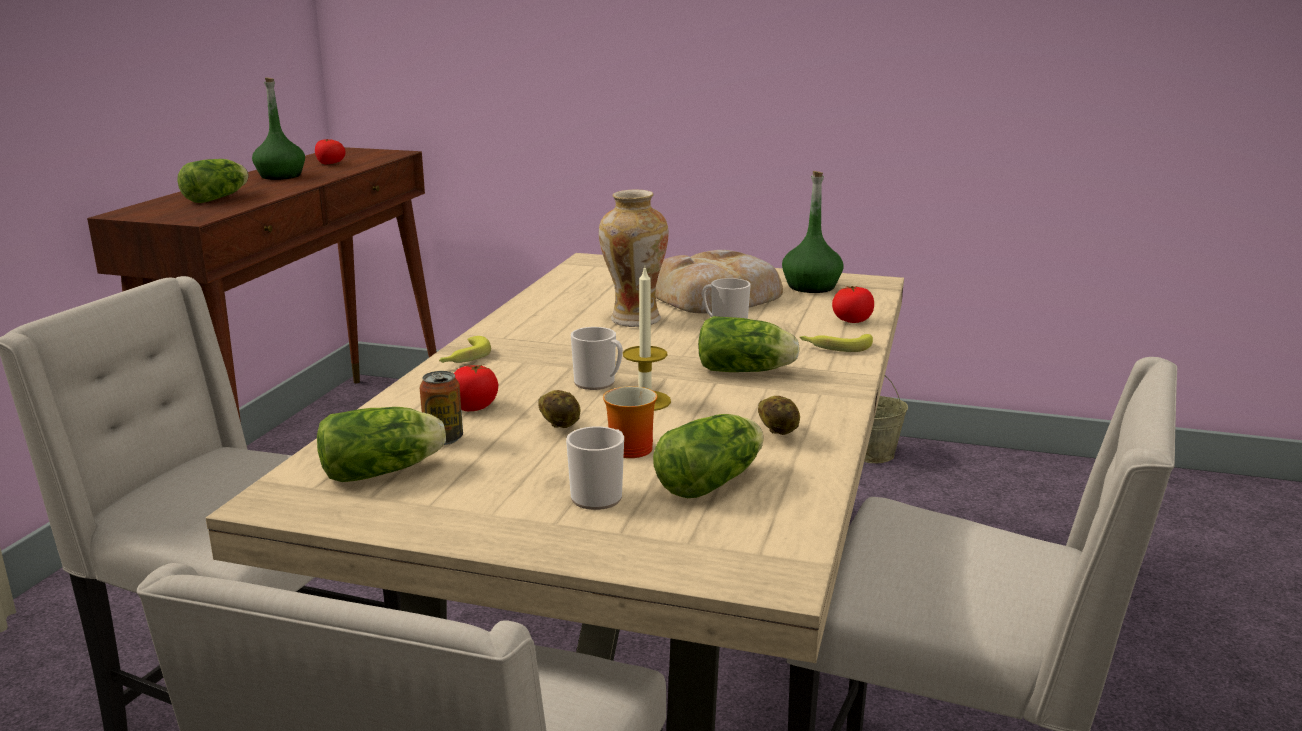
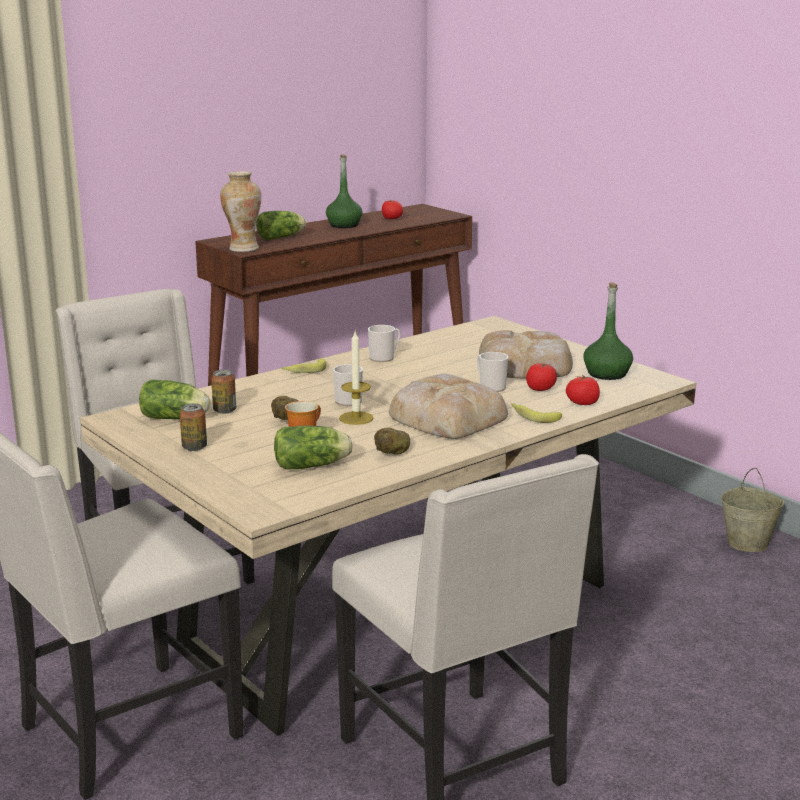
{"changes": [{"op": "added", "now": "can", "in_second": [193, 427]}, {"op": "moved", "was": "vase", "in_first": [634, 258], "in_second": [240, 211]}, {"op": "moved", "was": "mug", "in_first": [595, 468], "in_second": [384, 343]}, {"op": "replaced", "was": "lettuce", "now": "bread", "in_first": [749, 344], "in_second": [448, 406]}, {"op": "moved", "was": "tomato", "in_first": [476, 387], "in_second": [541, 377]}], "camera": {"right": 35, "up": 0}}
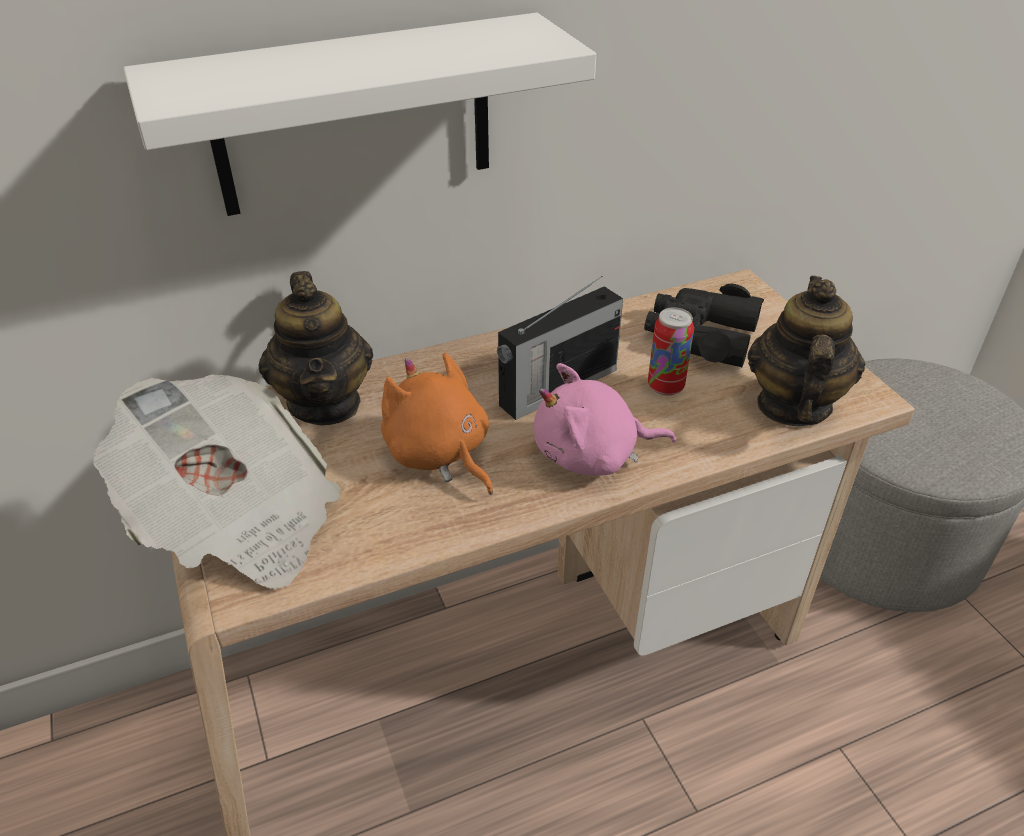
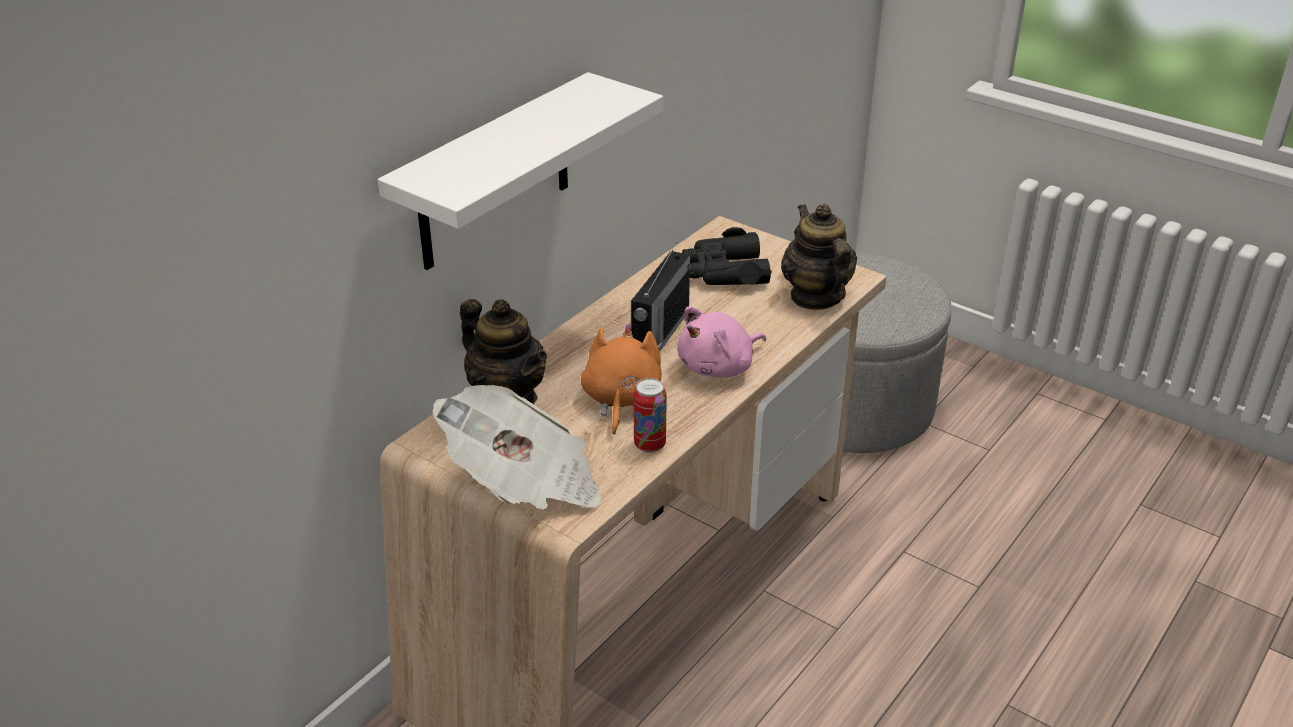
{"changes": [{"op": "turned", "was": "orange plush toy", "in_first": [437, 424], "in_second": [621, 379], "clockwise": 75}, {"op": "moved", "was": "can", "in_first": [671, 351], "in_second": [650, 415]}], "camera": {"right": -30, "up": -5}}
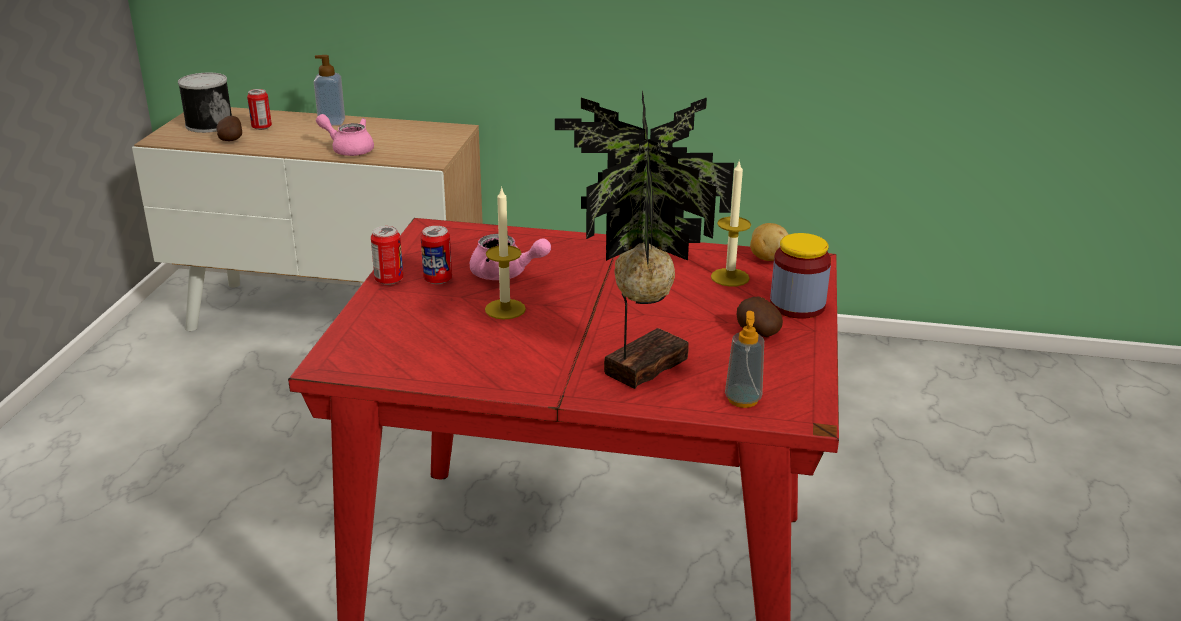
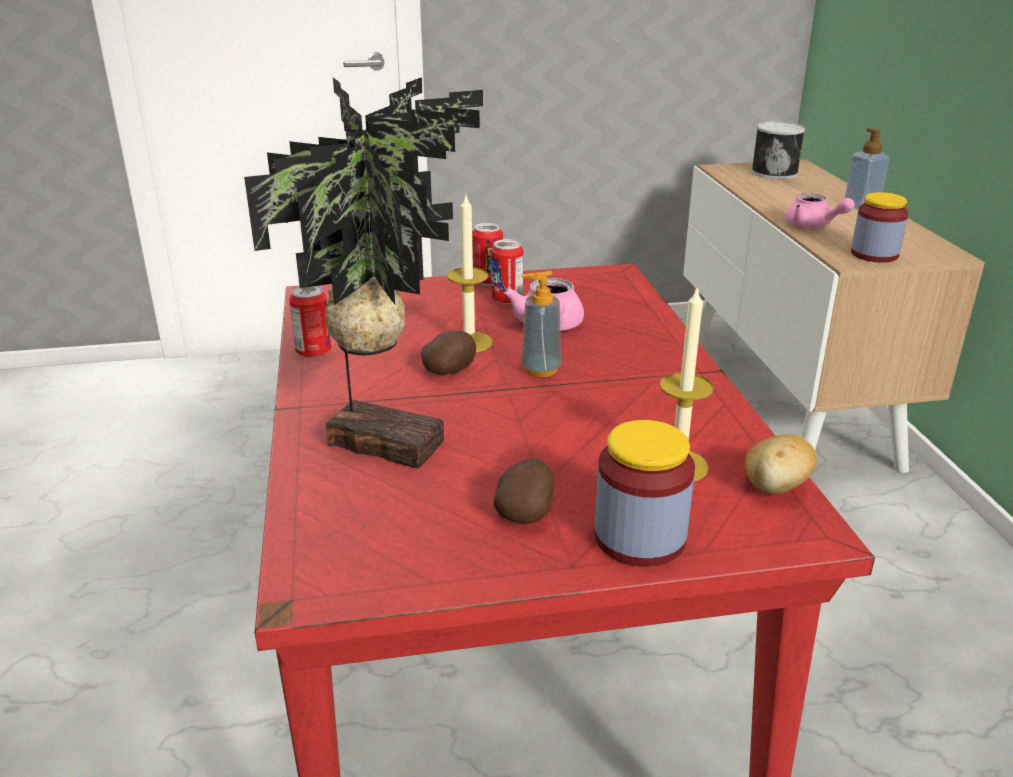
{"changes": [{"op": "moved", "was": "can", "in_first": [259, 109], "in_second": [310, 322]}, {"op": "moved", "was": "potato", "in_first": [229, 128], "in_second": [448, 352]}, {"op": "moved", "was": "soap dispenser", "in_first": [744, 359], "in_second": [541, 324]}, {"op": "turned", "was": "pink teapot", "in_first": [345, 135], "in_second": [820, 210], "clockwise": 135}, {"op": "added", "now": "jar", "in_second": [879, 227]}], "camera": {"right": 70, "up": 0}}
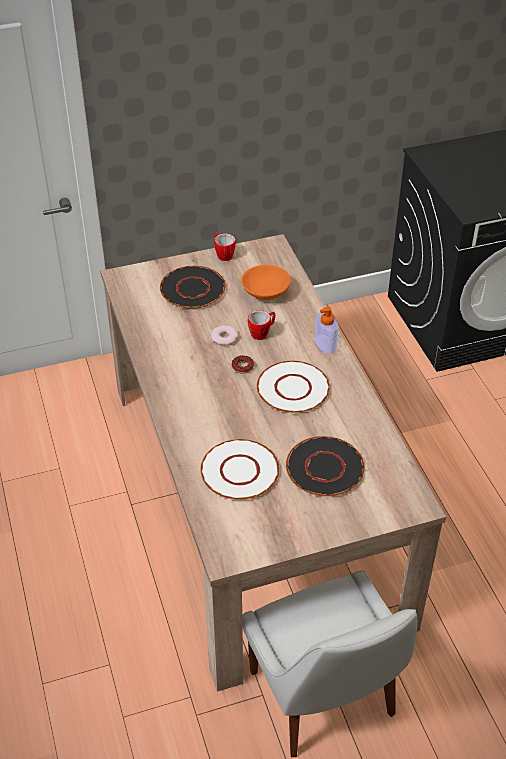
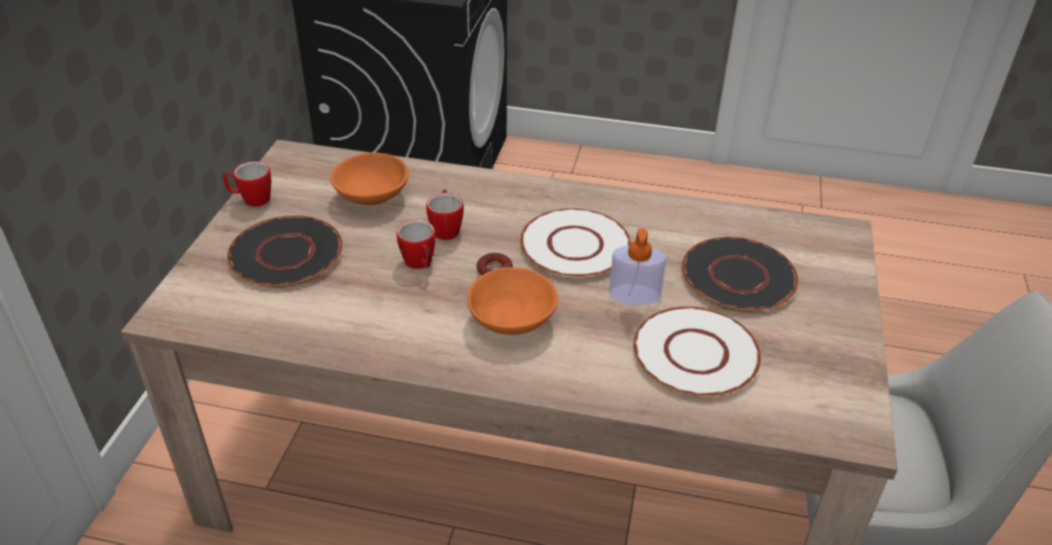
{"changes": [{"op": "replaced", "was": "donut", "now": "mug", "in_first": [225, 335], "in_second": [416, 244]}, {"op": "added", "now": "orange bowl", "in_second": [512, 301]}, {"op": "moved", "was": "soap dispenser", "in_first": [327, 330], "in_second": [637, 267]}], "camera": {"right": -60, "up": -5}}
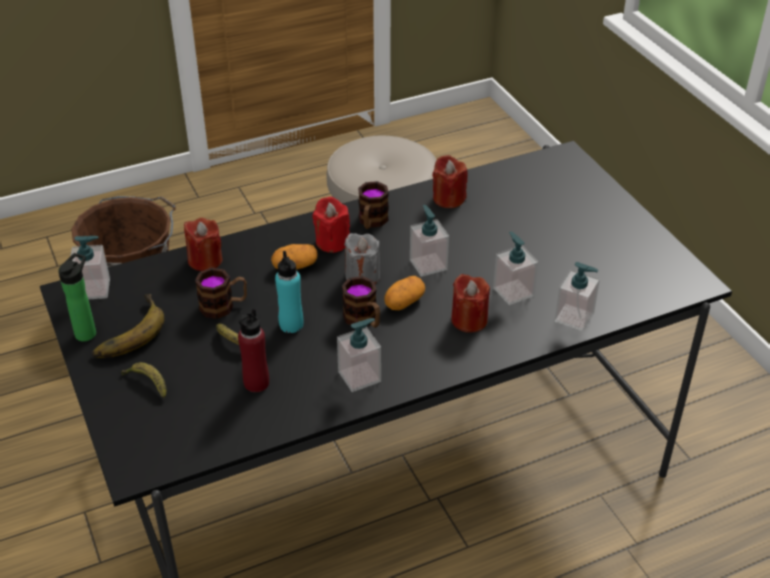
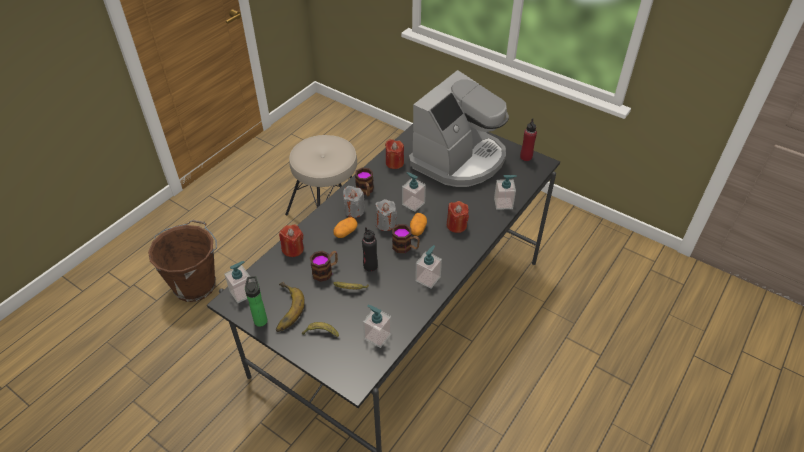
{"changes": [{"op": "recoloured", "was": "red candle", "now": "grey candle", "in_first": [331, 225], "in_second": [354, 202]}, {"op": "recoloured", "was": "turquoise bottle", "now": "black bottle", "in_first": [289, 292], "in_second": [370, 249]}, {"op": "moved", "was": "soap dispenser", "in_first": [515, 268], "in_second": [377, 326]}, {"op": "added", "now": "coffee machine", "in_second": [459, 128]}, {"op": "moved", "was": "red bottle", "in_first": [253, 350], "in_second": [528, 139]}], "camera": {"right": -30, "up": 5}}
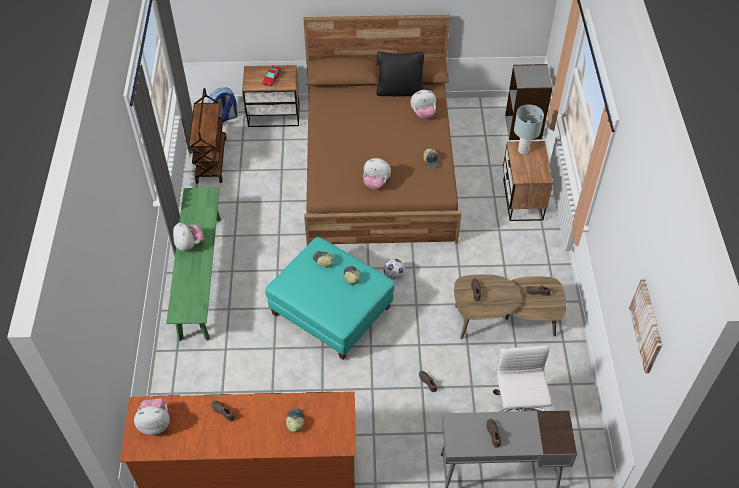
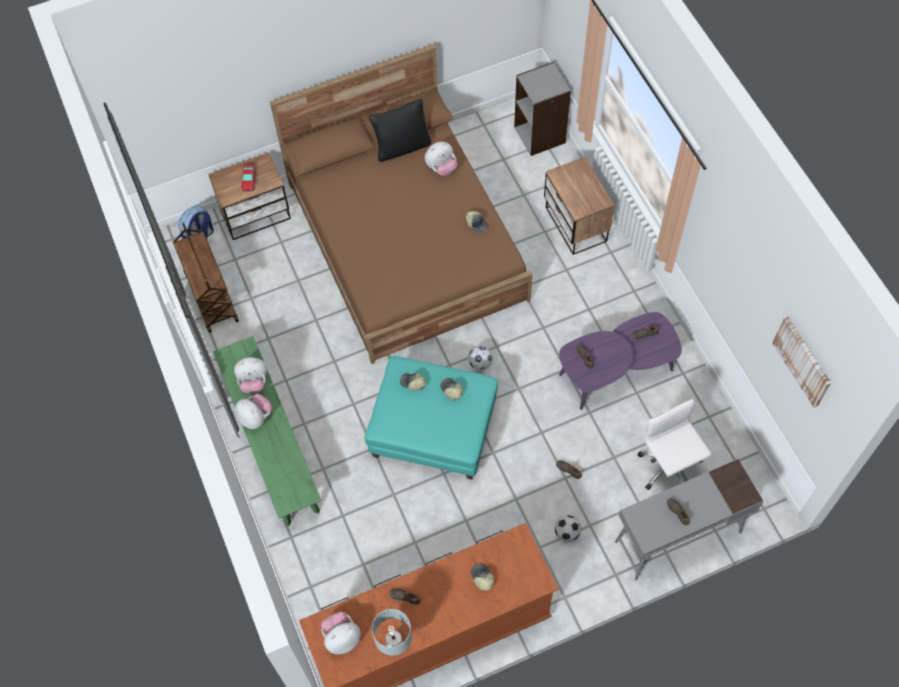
{"changes": [{"op": "moved", "was": "plush toy", "in_first": [377, 174], "in_second": [250, 375]}, {"op": "moved", "was": "grey table lamp", "in_first": [529, 129], "in_second": [392, 632]}, {"op": "added", "now": "football", "in_second": [568, 528]}, {"op": "recoloured", "was": "brown coffee table", "now": "purple coffee table", "in_first": [510, 306], "in_second": [620, 361]}], "camera": {"right": -20, "up": 10}}
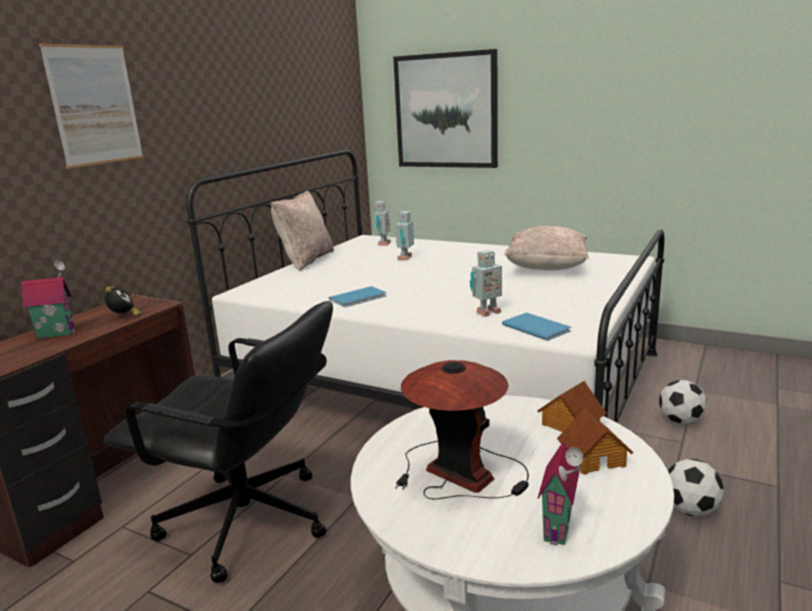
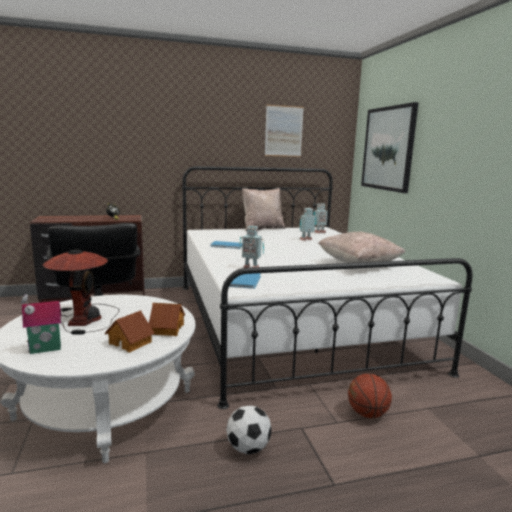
{"changes": [{"op": "moved", "was": "picture", "in_first": [91, 106], "in_second": [284, 131]}, {"op": "replaced", "was": "football", "now": "basketball", "in_first": [683, 402], "in_second": [370, 395]}, {"op": "removed", "was": "toy house", "in_first": [48, 299]}], "camera": {"right": 45, "up": -5}}
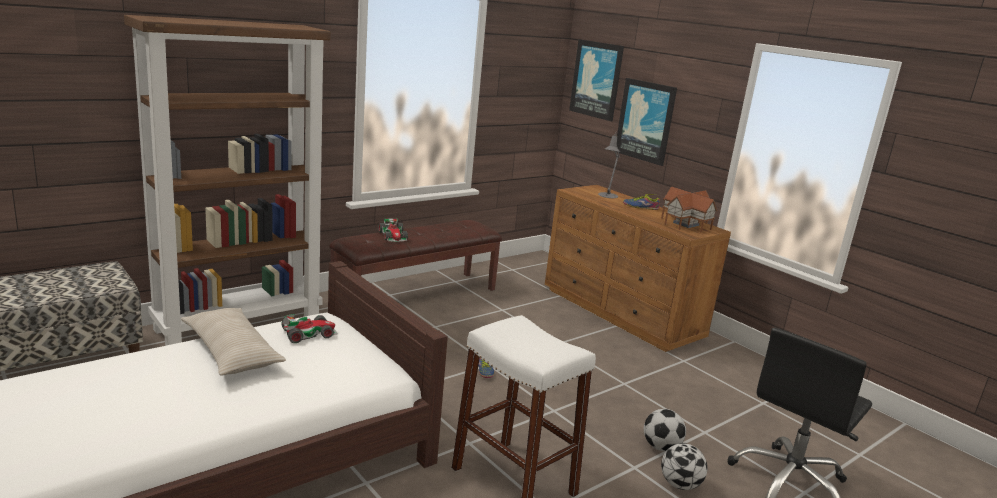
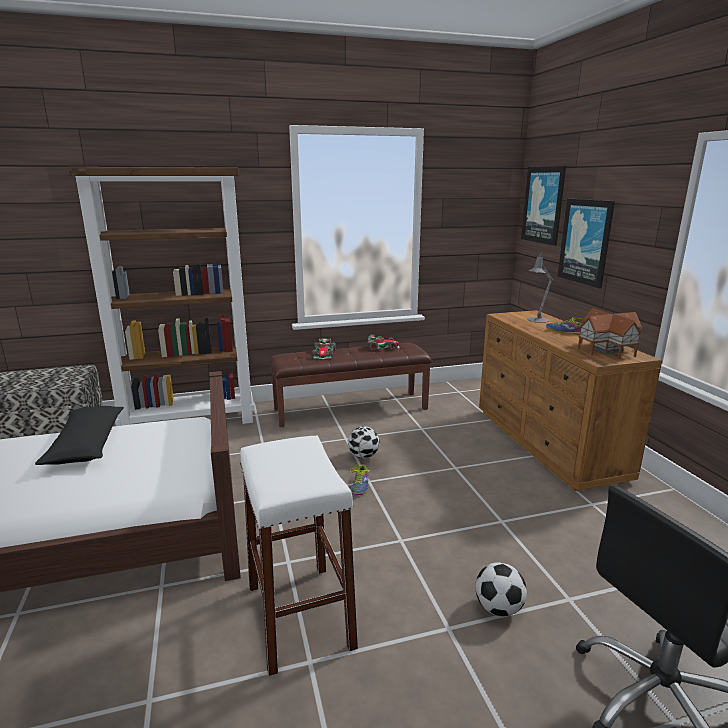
{"changes": [{"op": "recoloured", "was": "beige pillow", "now": "black pillow", "in_first": [233, 341], "in_second": [79, 435]}, {"op": "moved", "was": "football", "in_first": [684, 466], "in_second": [364, 442]}, {"op": "moved", "was": "toy car", "in_first": [309, 328], "in_second": [384, 343]}], "camera": {"right": 25, "up": 0}}
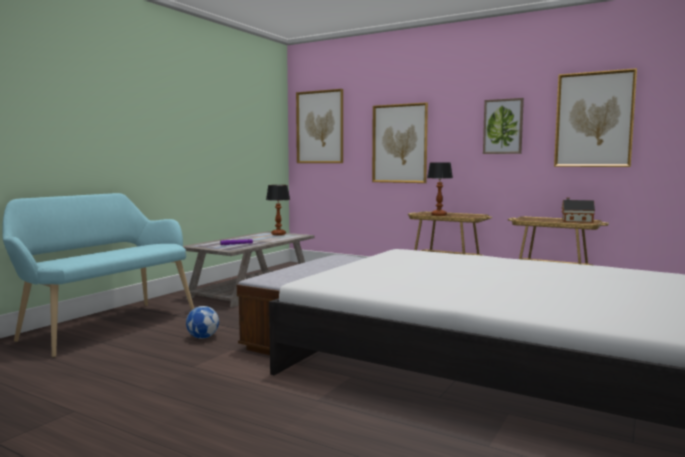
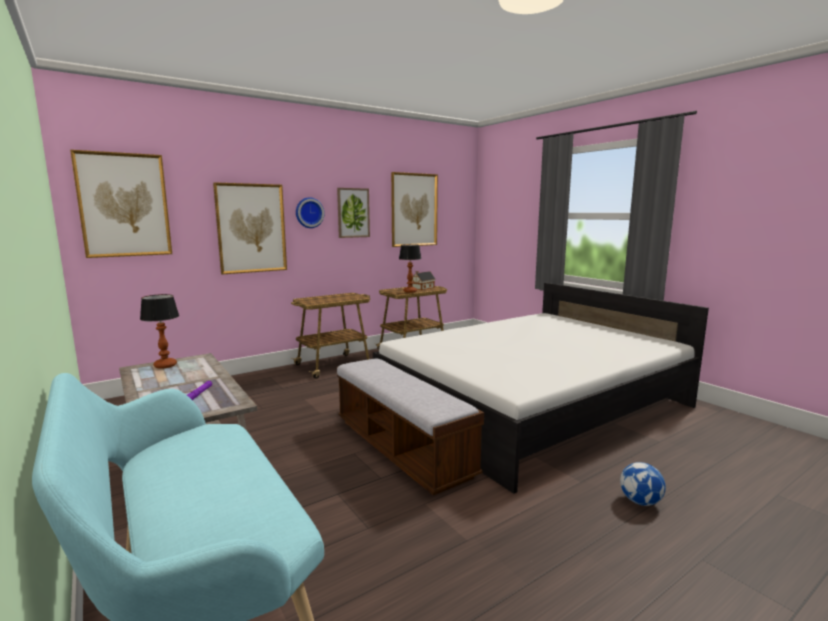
{"changes": [{"op": "added", "now": "wall clock", "in_second": [310, 212]}, {"op": "moved", "was": "table lamp", "in_first": [440, 189], "in_second": [410, 268]}, {"op": "moved", "was": "football", "in_first": [202, 322], "in_second": [643, 484]}], "camera": {"right": -65, "up": 5}}
